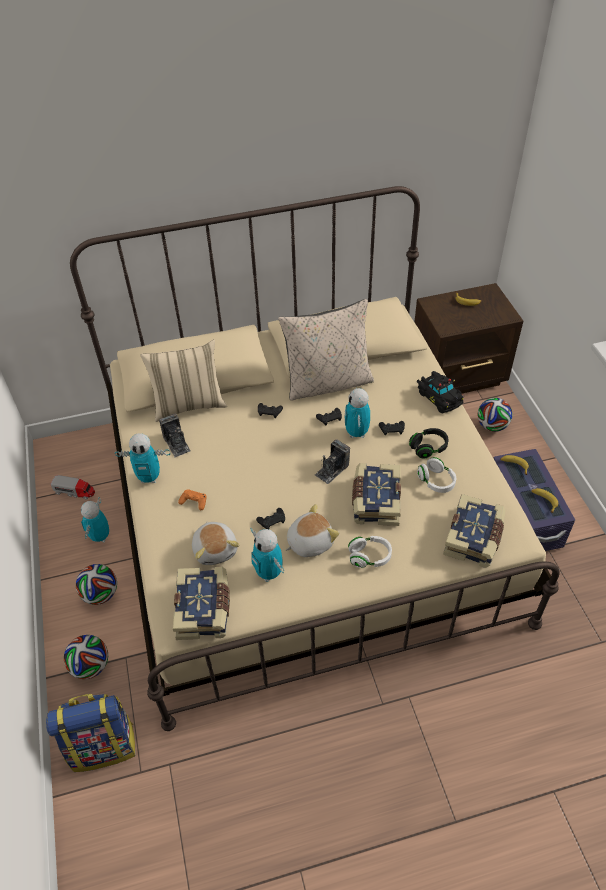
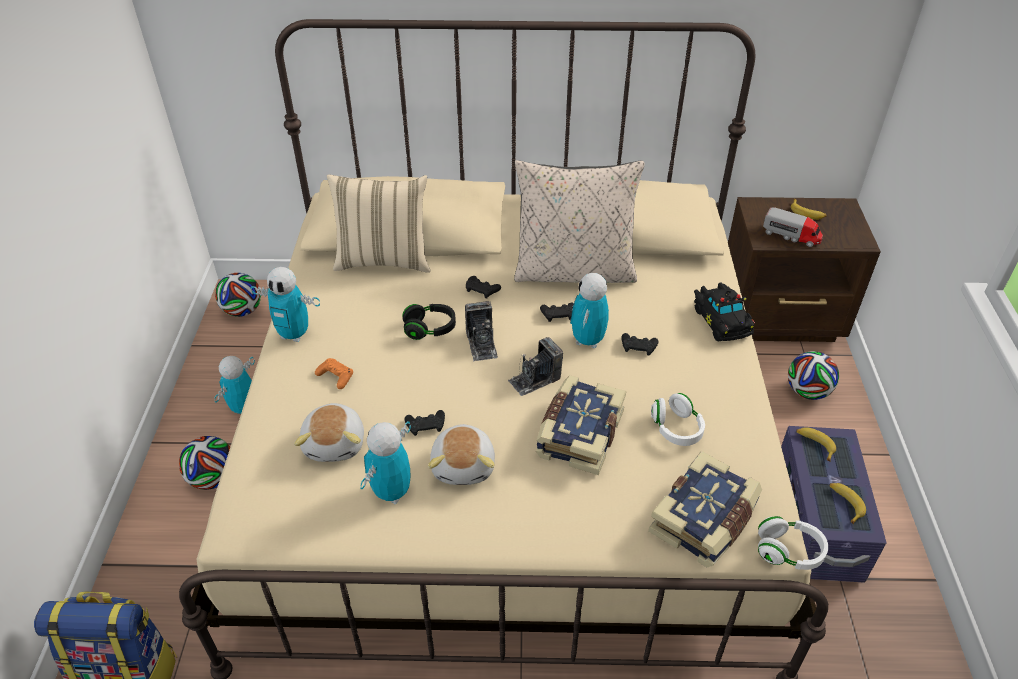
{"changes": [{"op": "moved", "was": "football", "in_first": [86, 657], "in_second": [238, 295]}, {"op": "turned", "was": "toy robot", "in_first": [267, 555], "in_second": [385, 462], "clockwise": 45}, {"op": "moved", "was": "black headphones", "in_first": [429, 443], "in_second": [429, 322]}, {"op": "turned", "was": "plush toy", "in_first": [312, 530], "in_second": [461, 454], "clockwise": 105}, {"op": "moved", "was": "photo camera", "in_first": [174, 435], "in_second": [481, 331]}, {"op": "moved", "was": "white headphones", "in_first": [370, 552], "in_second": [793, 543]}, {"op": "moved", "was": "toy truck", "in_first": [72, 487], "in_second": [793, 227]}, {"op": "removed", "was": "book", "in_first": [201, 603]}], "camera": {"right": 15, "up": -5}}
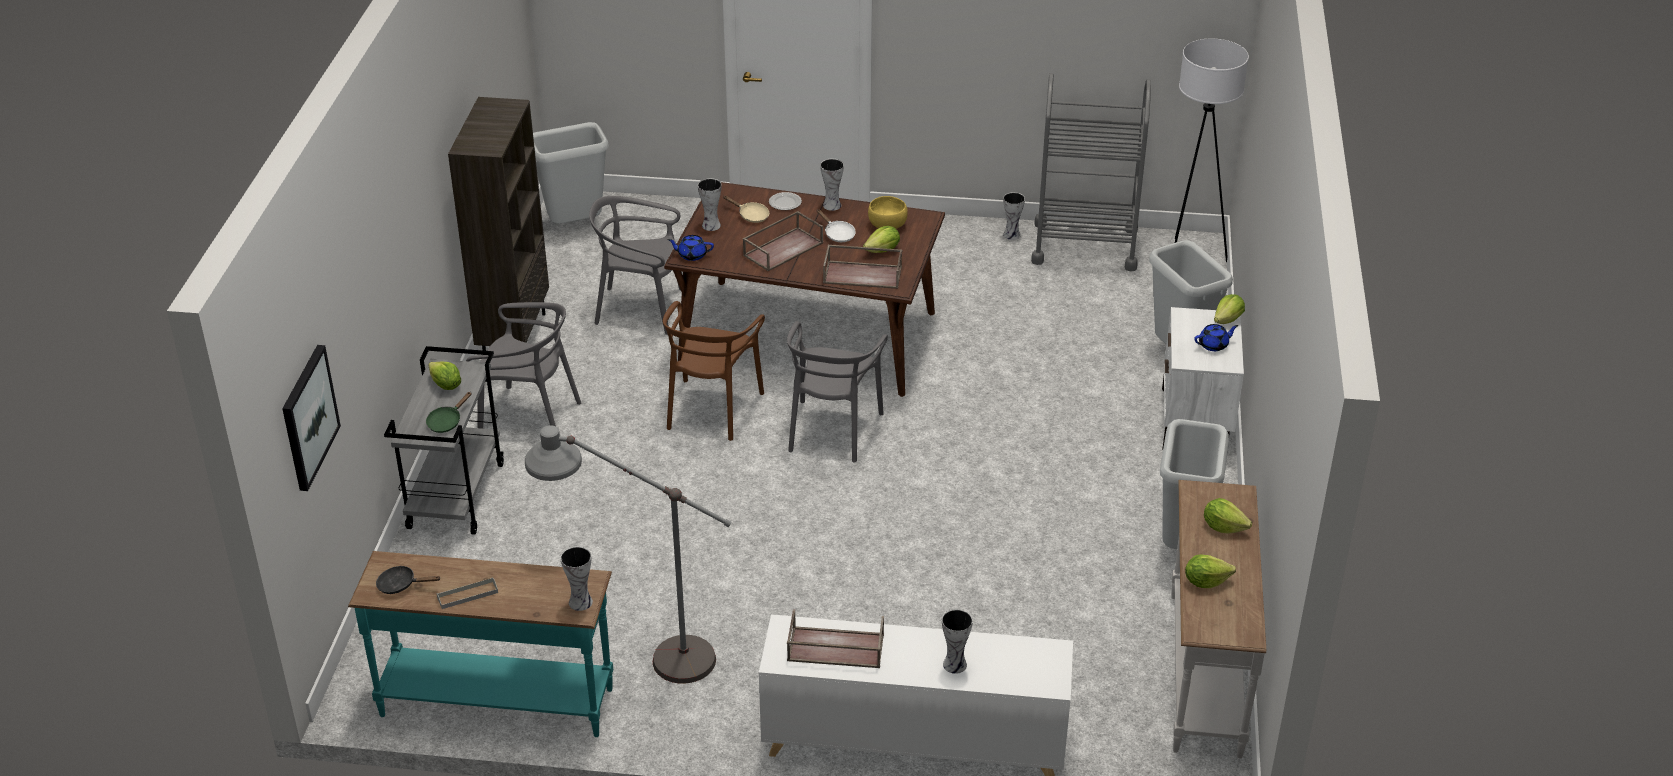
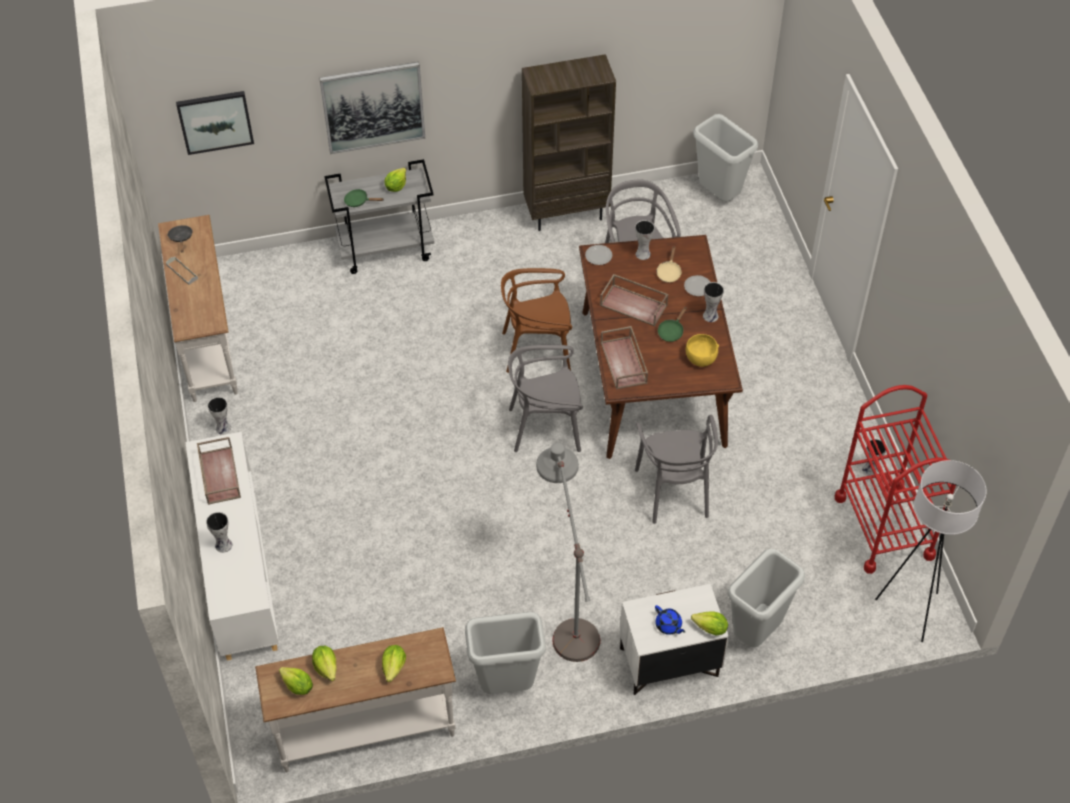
{"changes": [{"op": "recoloured", "was": "turquoise console table", "now": "white console table", "in_first": [480, 644], "in_second": [198, 308]}, {"op": "moved", "was": "vase", "in_first": [576, 578], "in_second": [219, 416]}, {"op": "moved", "was": "lettuce", "in_first": [881, 239], "in_second": [296, 681]}, {"op": "added", "now": "picture", "in_second": [372, 108]}, {"op": "moved", "was": "grey floor lamp", "in_first": [628, 554], "in_second": [568, 552]}, {"op": "replaced", "was": "blue teapot", "now": "plate", "in_first": [691, 248], "in_second": [598, 255]}, {"op": "moved", "was": "grey chair", "in_first": [523, 365], "in_second": [676, 469]}, {"op": "recoloured", "was": "white frying pan", "now": "green frying pan", "in_first": [836, 225], "in_second": [672, 324]}, {"op": "recoloured", "was": "grey cart", "now": "red cart", "in_first": [1091, 172], "in_second": [895, 479]}], "camera": {"right": 70, "up": 15}}
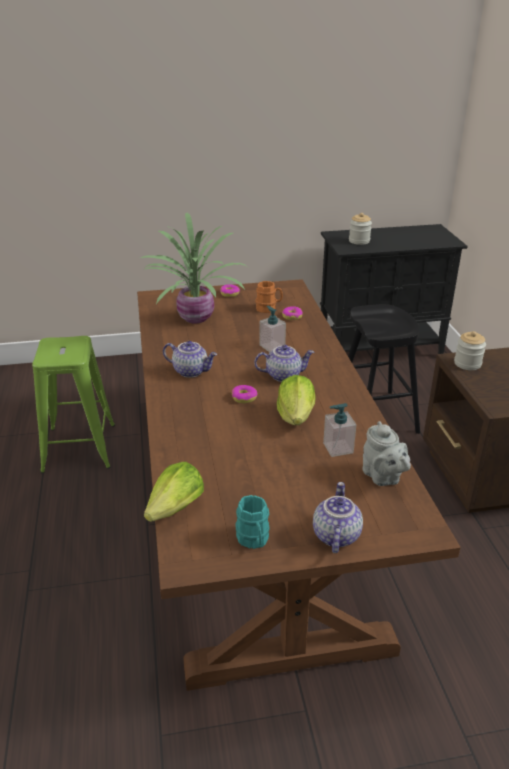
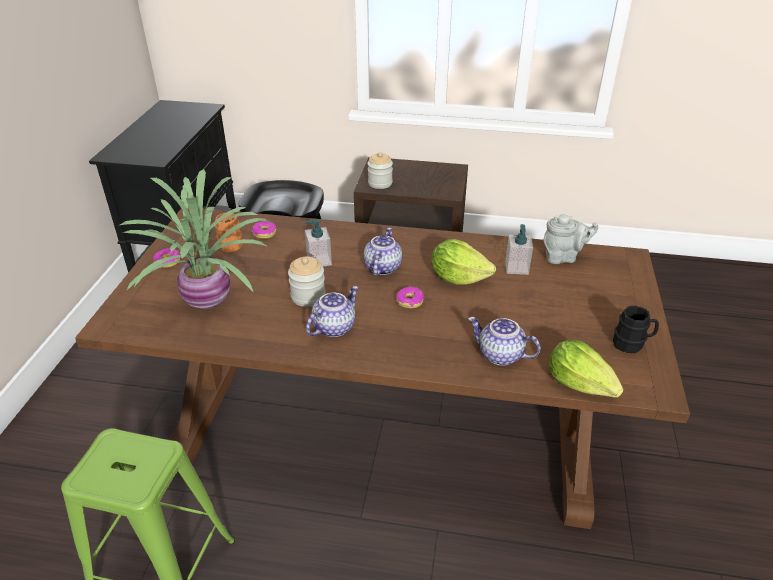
{"changes": [{"op": "moved", "was": "jar", "in_first": [360, 229], "in_second": [307, 282]}, {"op": "moved", "was": "teapot", "in_first": [338, 517], "in_second": [504, 341]}, {"op": "recoloured", "was": "turquoise mug", "now": "black mug", "in_first": [252, 522], "in_second": [636, 329]}], "camera": {"right": -70, "up": 5}}
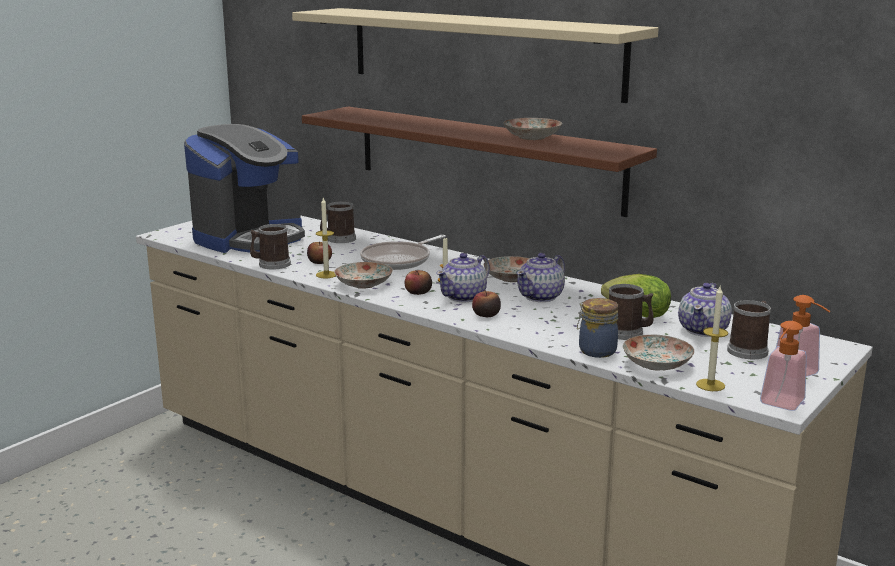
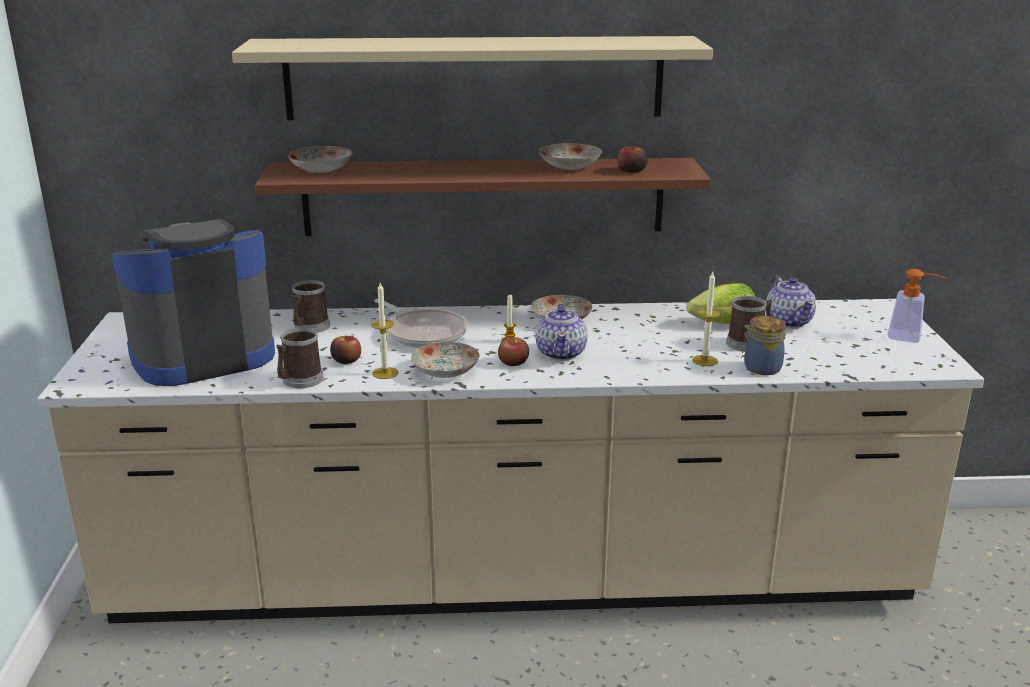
{"changes": [{"op": "turned", "was": "coffee machine", "in_first": [244, 188], "in_second": [193, 302], "clockwise": -120}, {"op": "moved", "was": "plate", "in_first": [658, 352], "in_second": [320, 159]}, {"op": "turned", "was": "frying pan", "in_first": [403, 252], "in_second": [421, 323], "clockwise": -45}, {"op": "moved", "was": "apple", "in_first": [486, 303], "in_second": [632, 159]}, {"op": "moved", "was": "candle", "in_first": [712, 339], "in_second": [706, 319]}, {"op": "removed", "was": "teapot", "in_first": [541, 277]}, {"op": "removed", "was": "mug", "in_first": [749, 329]}, {"op": "removed", "was": "soap dispenser", "in_first": [783, 366]}], "camera": {"right": -40, "up": 5}}
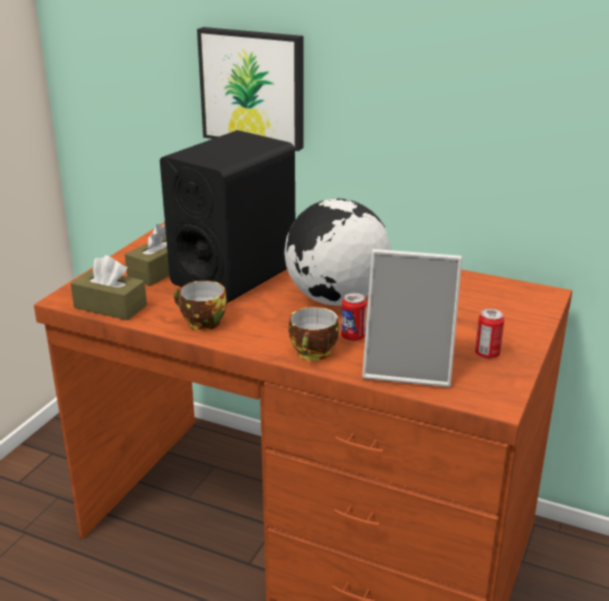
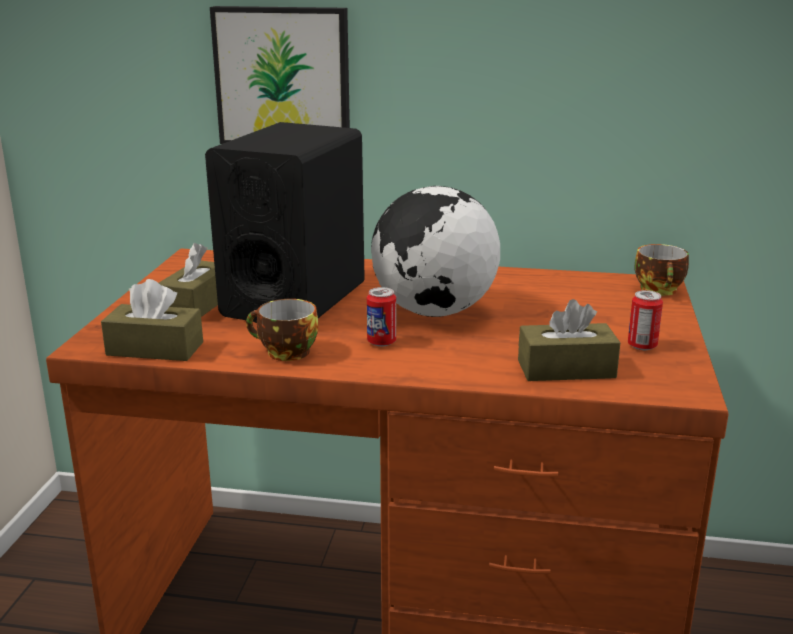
{"changes": [{"op": "moved", "was": "can", "in_first": [354, 317], "in_second": [381, 317]}, {"op": "replaced", "was": "picture frame", "now": "brown tissue box", "in_first": [412, 318], "in_second": [569, 340]}, {"op": "moved", "was": "cup", "in_first": [313, 334], "in_second": [661, 270]}], "camera": {"right": -15, "up": -5}}
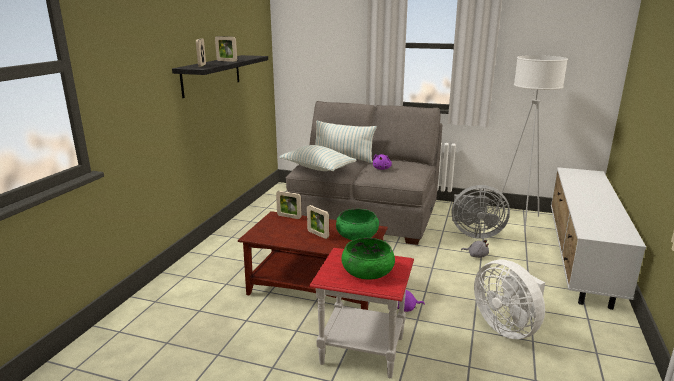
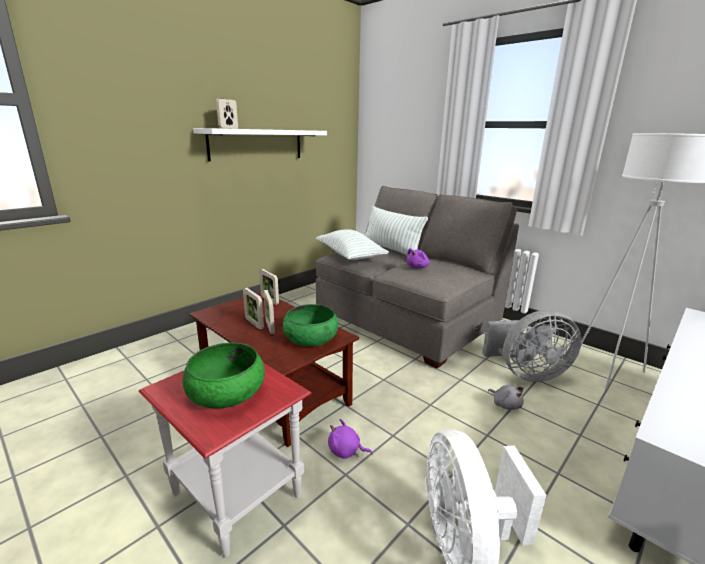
{"changes": [{"op": "recoloured", "was": "black shelf", "now": "white shelf", "in_first": [220, 76], "in_second": [260, 145]}, {"op": "moved", "was": "picture frame", "in_first": [226, 49], "in_second": [253, 309]}, {"op": "turned", "was": "grey fan", "in_first": [481, 212], "in_second": [532, 346], "clockwise": -45}], "camera": {"right": 25, "up": 0}}
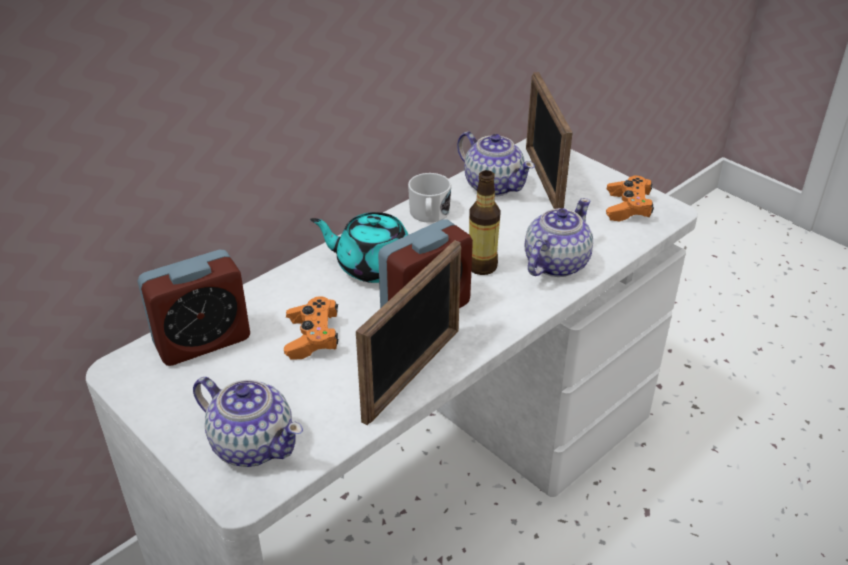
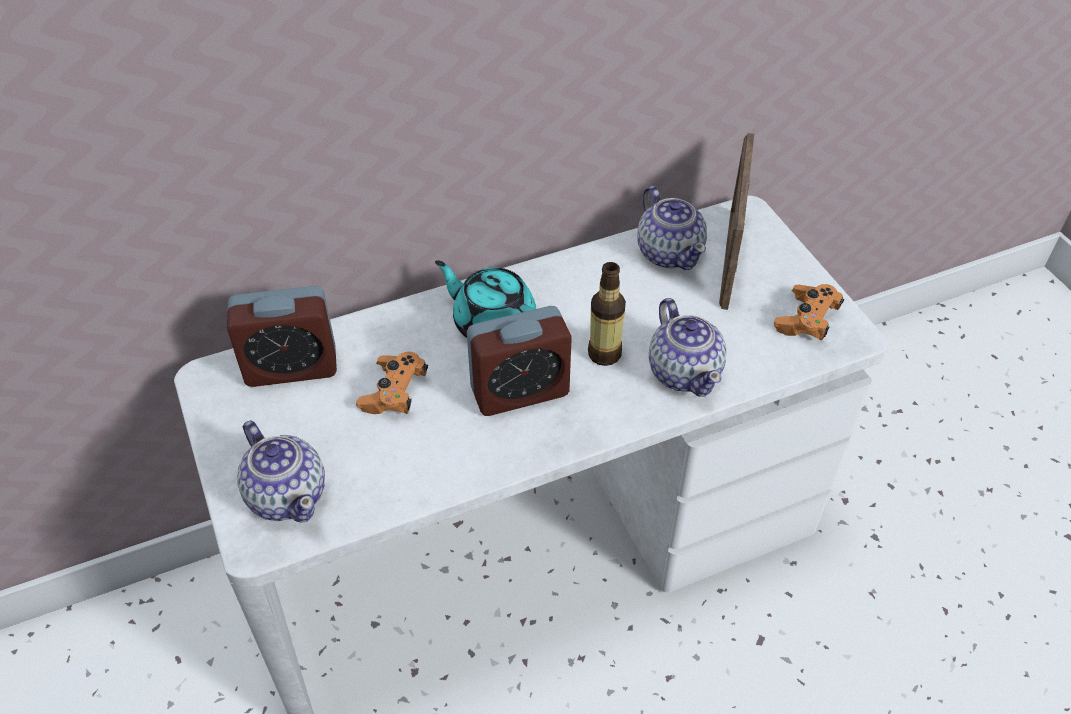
{"changes": [{"op": "turned", "was": "teapot", "in_first": [559, 237], "in_second": [688, 347], "clockwise": 105}, {"op": "removed", "was": "picture frame", "in_first": [408, 332]}, {"op": "removed", "was": "white mug", "in_first": [429, 198]}], "camera": {"right": 20, "up": 10}}
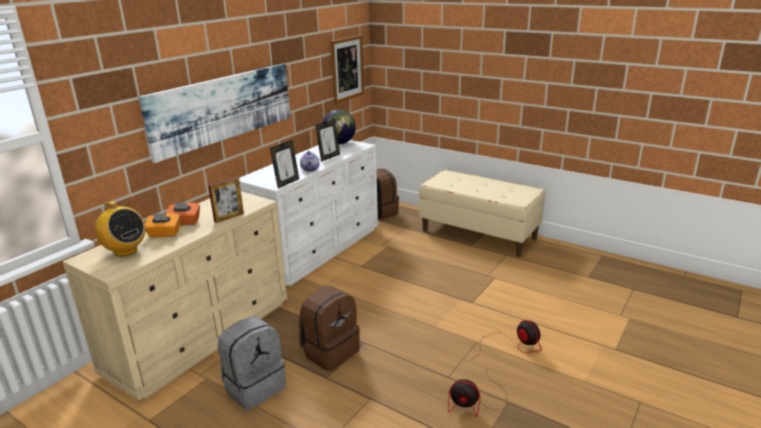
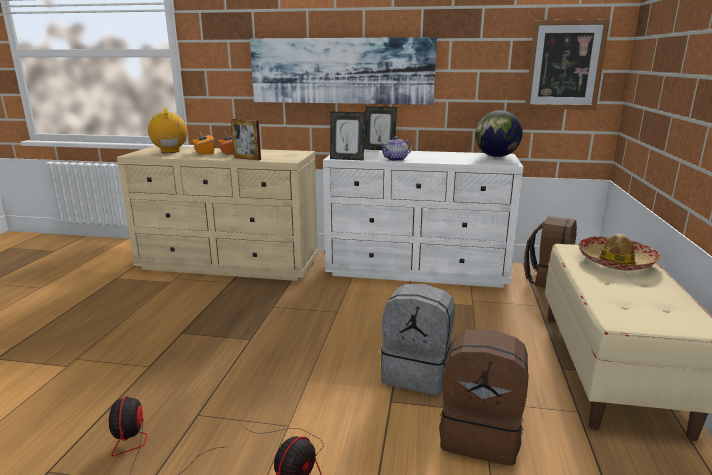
{"changes": [{"op": "turned", "was": "radio", "in_first": [118, 229], "in_second": [168, 130], "clockwise": 150}, {"op": "moved", "was": "picture frame", "in_first": [327, 140], "in_second": [380, 128]}, {"op": "moved", "was": "grey backpack", "in_first": [252, 363], "in_second": [418, 339]}, {"op": "moved", "was": "brown backpack", "in_first": [329, 328], "in_second": [484, 398]}, {"op": "added", "now": "hat", "in_second": [619, 252]}], "camera": {"right": 65, "up": -5}}
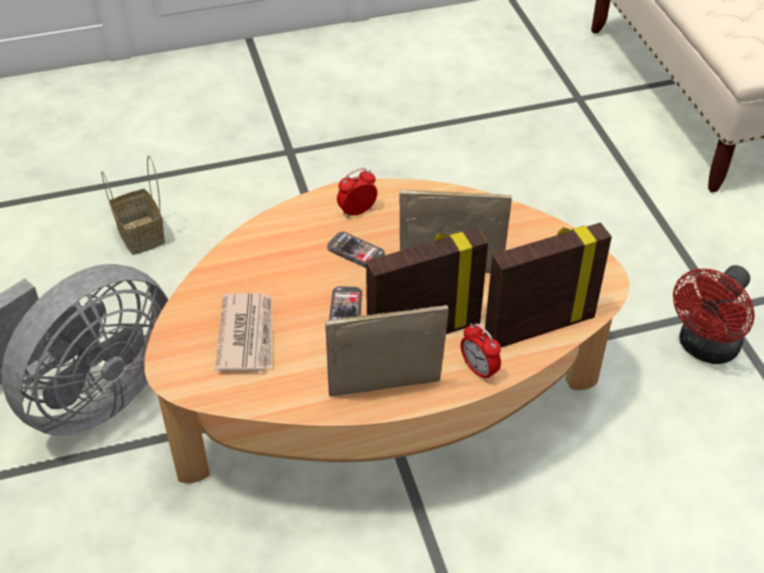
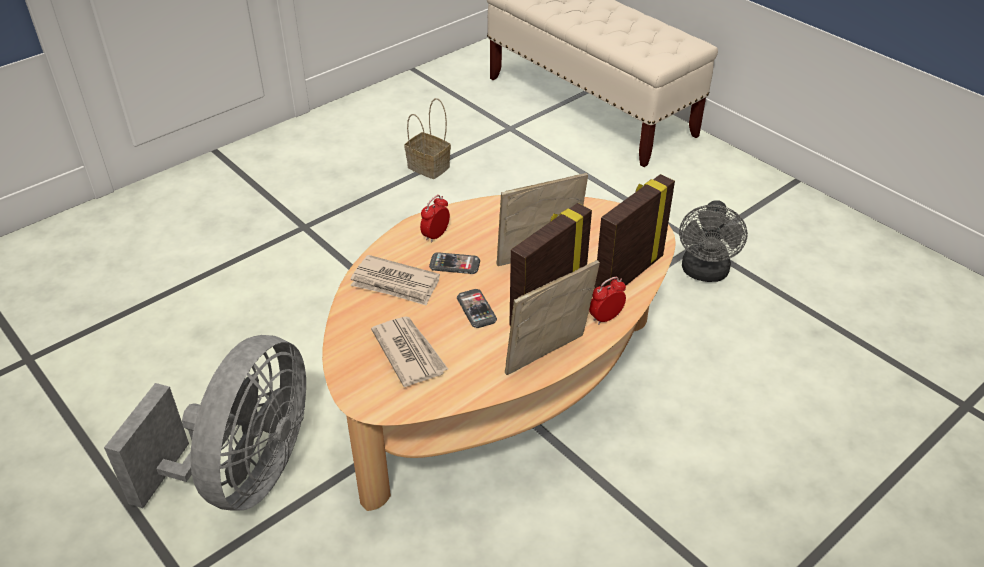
{"changes": [{"op": "added", "now": "newspaper", "in_second": [395, 280]}, {"op": "moved", "was": "basket", "in_first": [133, 205], "in_second": [427, 138]}, {"op": "turned", "was": "alarm clock", "in_first": [480, 352], "in_second": [607, 301], "clockwise": 120}, {"op": "recoloured", "was": "red fan", "now": "grey fan", "in_first": [714, 314], "in_second": [713, 241]}], "camera": {"right": -25, "up": -5}}
